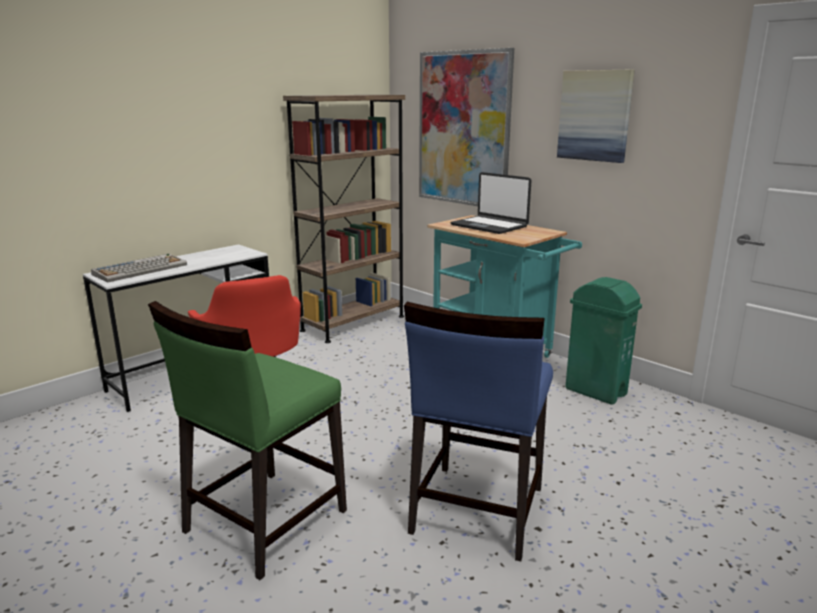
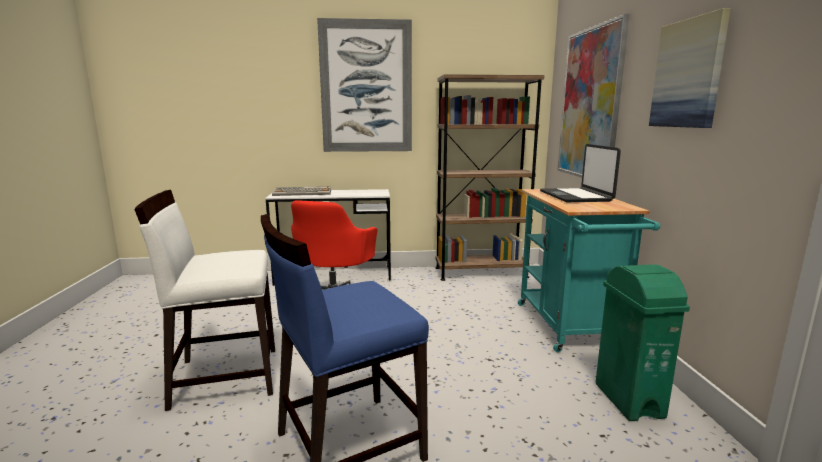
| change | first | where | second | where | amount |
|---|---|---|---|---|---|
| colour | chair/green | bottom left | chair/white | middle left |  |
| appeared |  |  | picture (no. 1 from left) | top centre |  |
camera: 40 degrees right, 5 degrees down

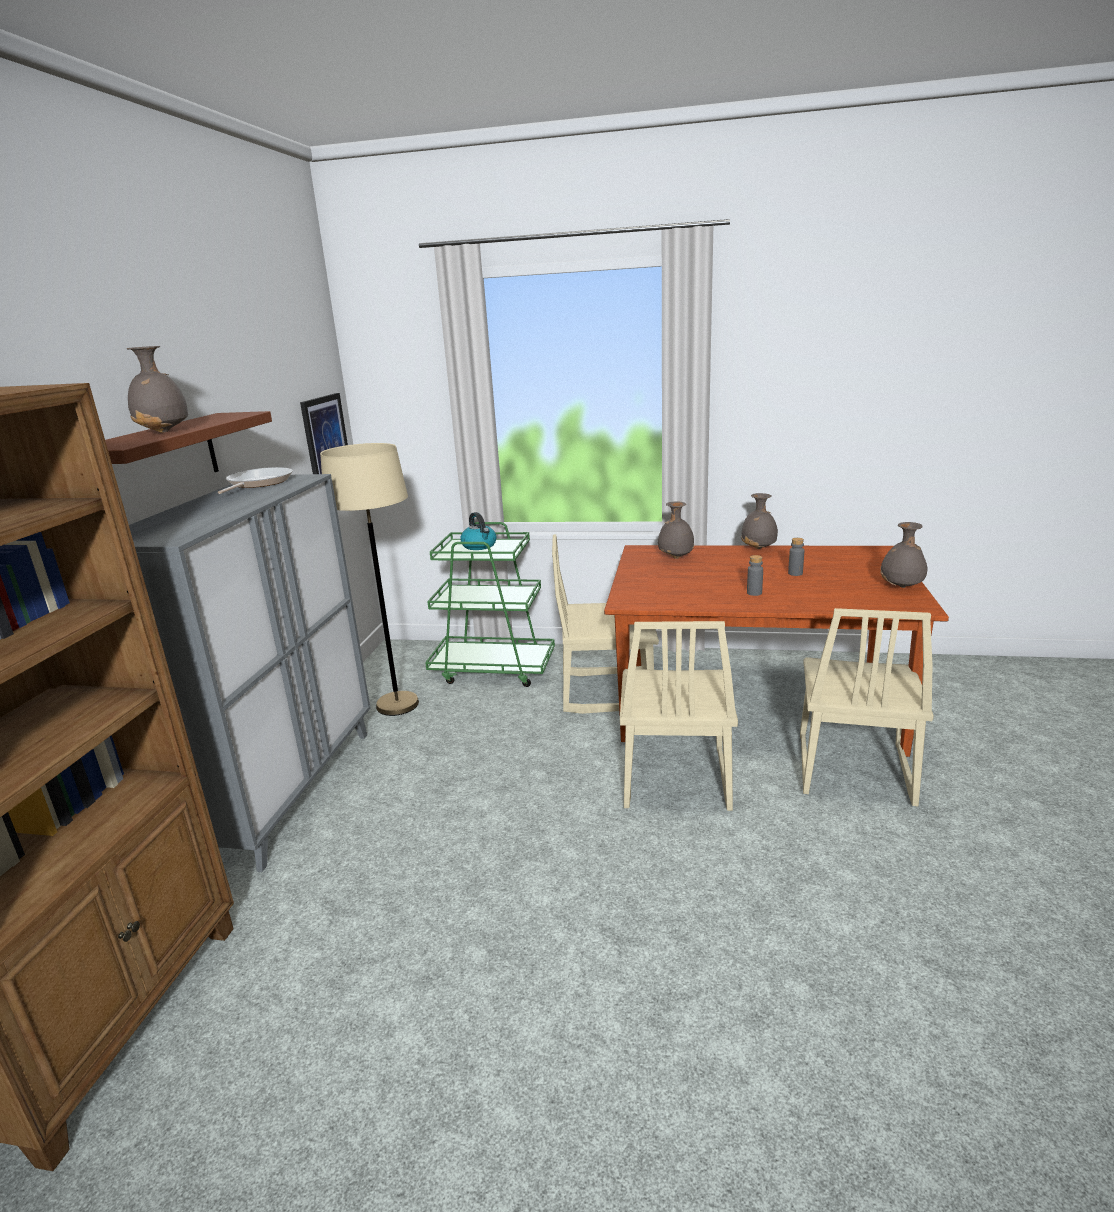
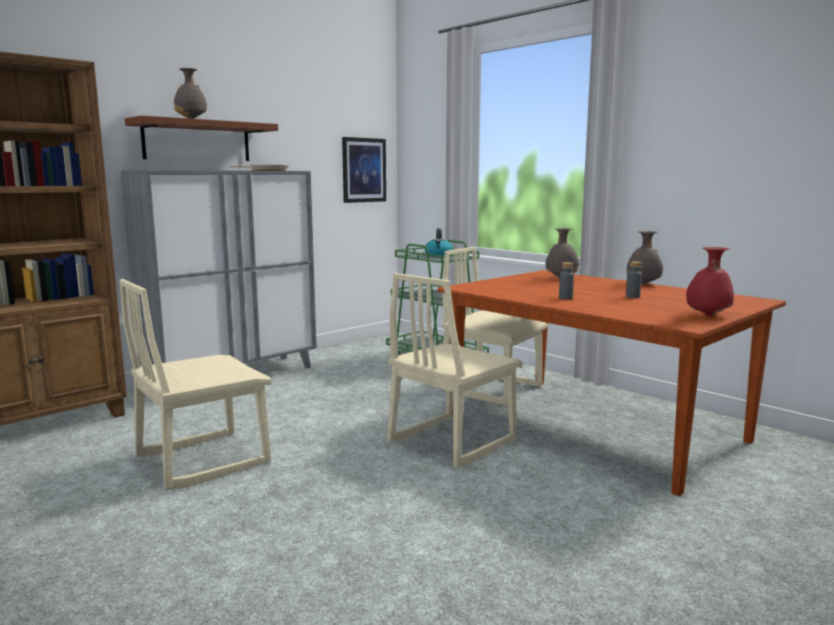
| change | first | where | second | where | amount |
|---|---|---|---|---|---|
| relocated | chair/beige (no. 3 from left in the first image) | middle right | chair/beige (no. 1 from left) | middle left |  |
| colour | vase/grey (no. 4 from left) | middle right | vase/red | middle right |  |
| missing | floor lamp/beige | middle left |  |  |  |
camera: 35 degrees right, 10 degrees down

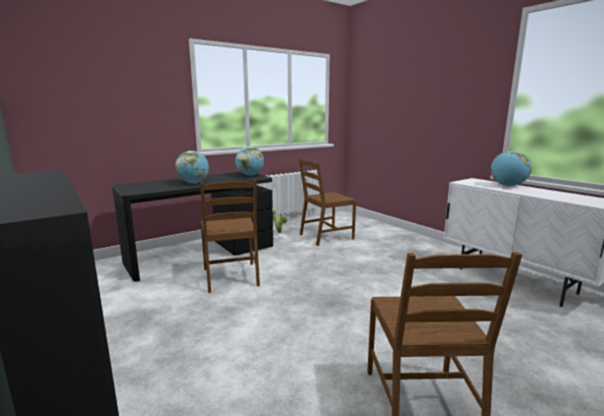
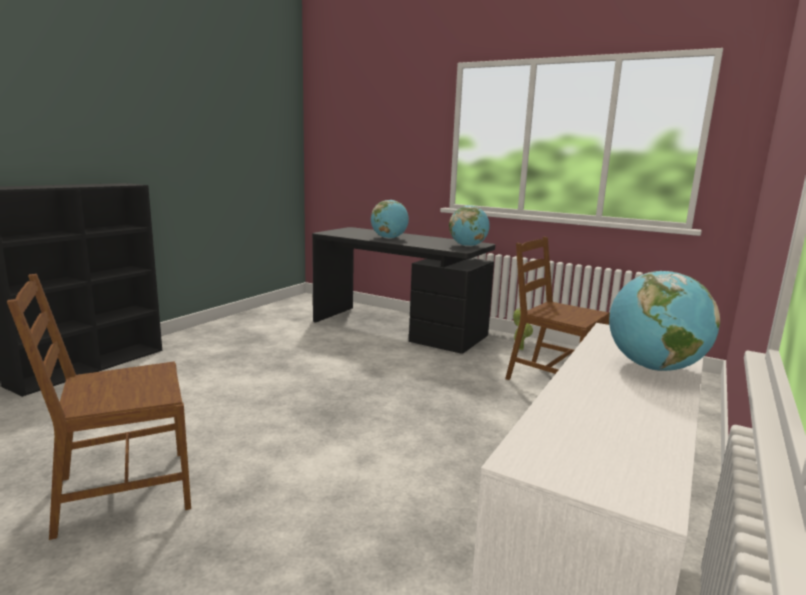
| change | first | where | second | where | amount |
|---|---|---|---|---|---|
| missing | chair/brown (no. 1 from left) | centre |  |  |  |
camera: 65 degrees right, 0 degrees up

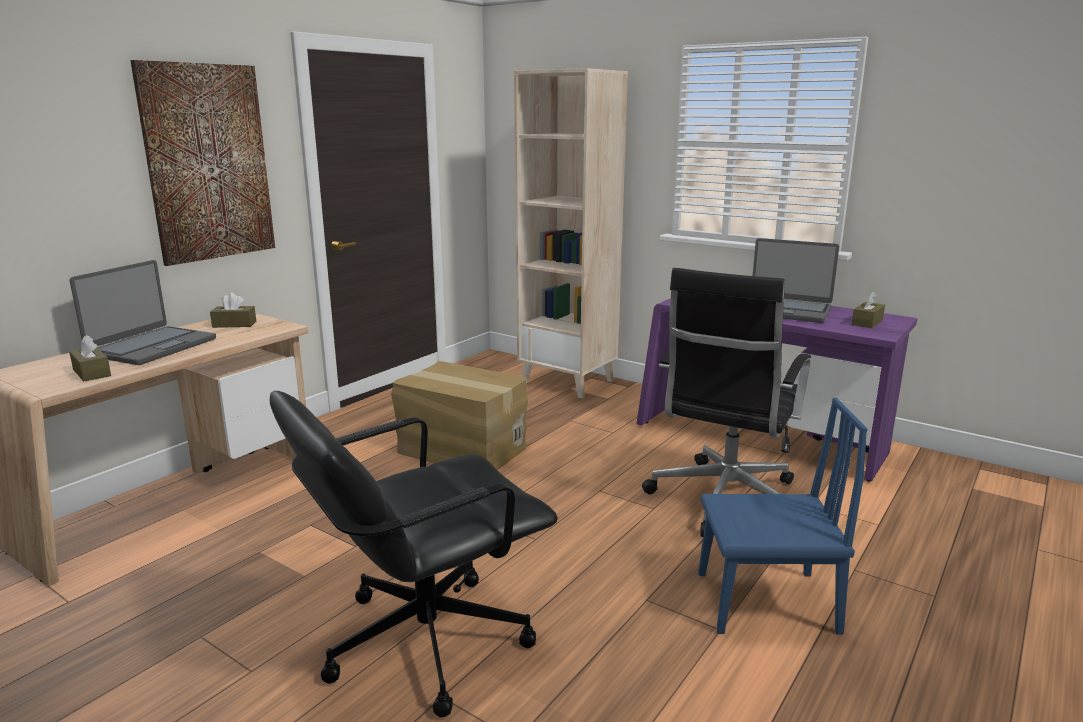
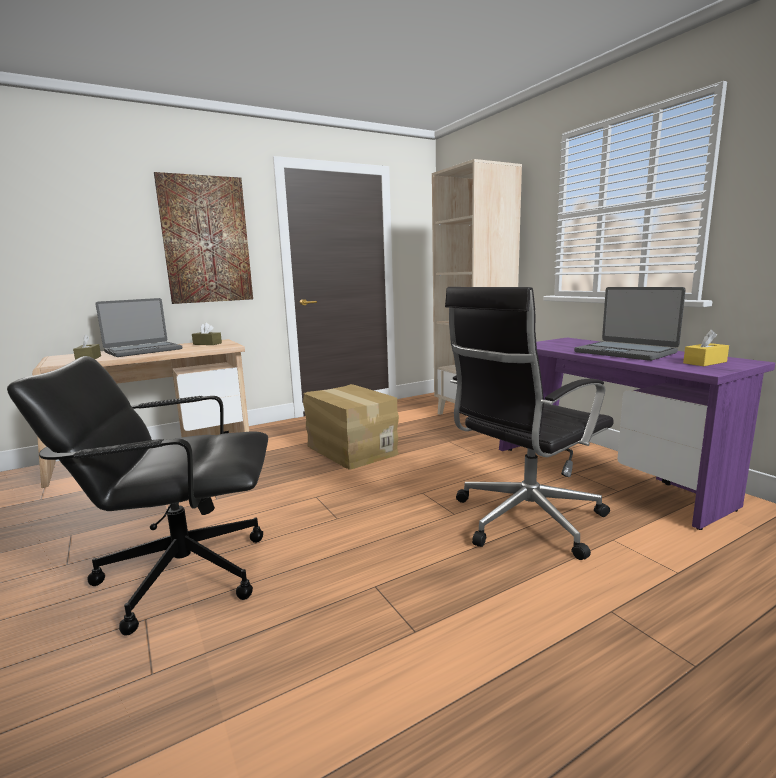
| change | first | where | second | where | amount |
|---|---|---|---|---|---|
| colour | tissue box/brown (no. 3 from left) | middle right | tissue box/yellow | middle right |  |
| missing | chair/blue | bottom right |  |  |  |
camera: 25 degrees right, 5 degrees down

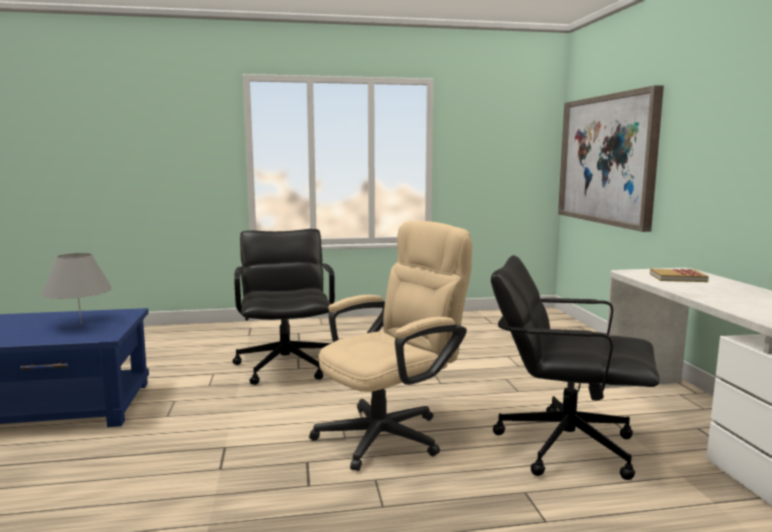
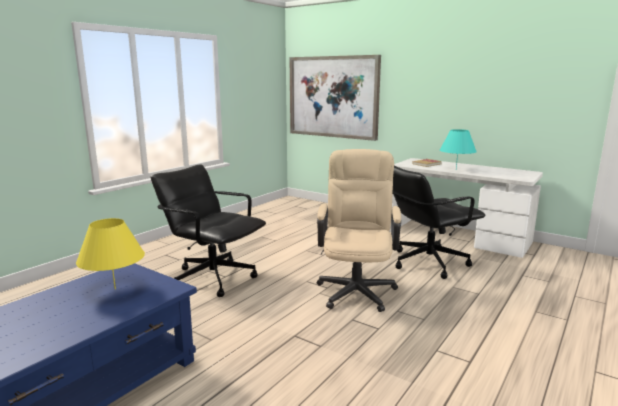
| change | first | where | second | where | amount |
|---|---|---|---|---|---|
| colour | table lamp/grey | middle left | table lamp/yellow | middle left |  |
| appeared |  |  | table lamp/turquoise | middle right |  |
camera: 45 degrees left, 5 degrees up

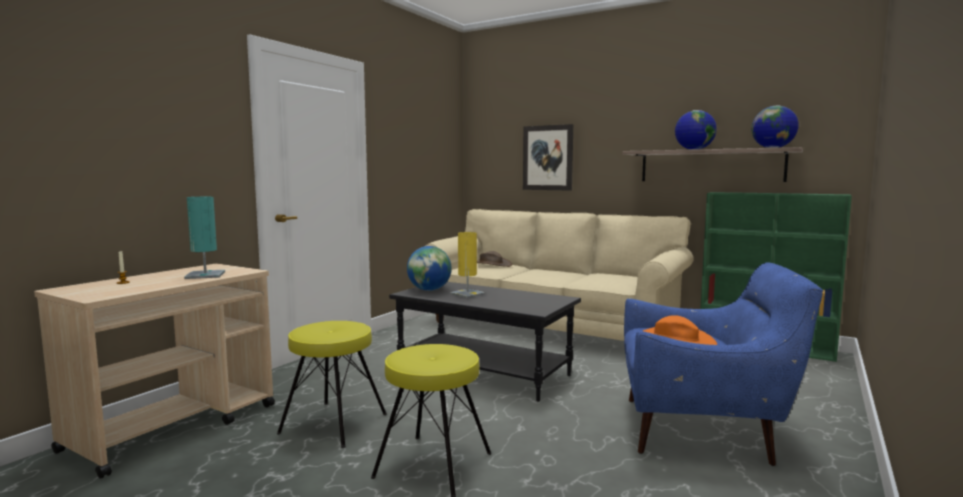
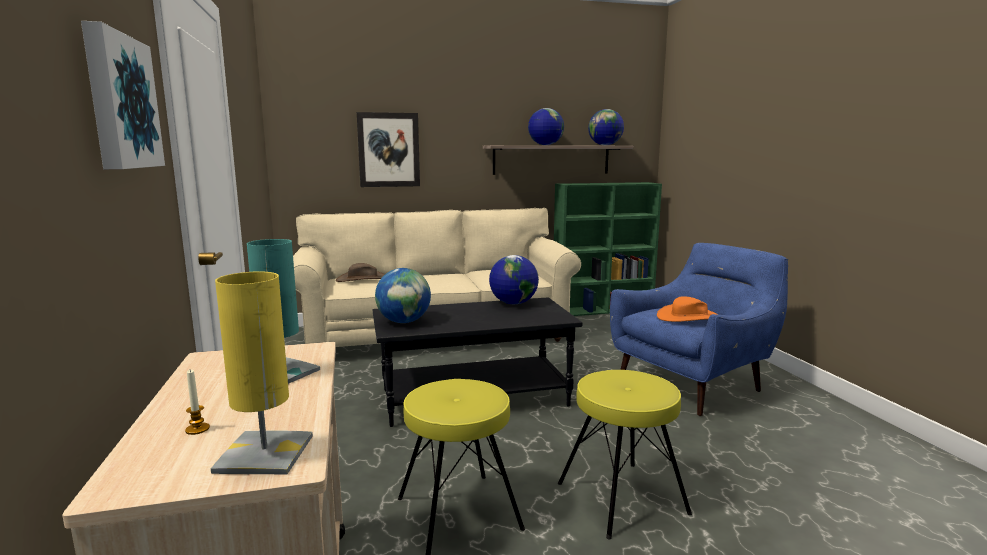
| change | first | where | second | where | amount |
|---|---|---|---|---|---|
| appeared |  |  | picture (no. 1 from left) | top left |  |
| relocated | table lamp/yellow | centre |  | bottom left |  |
| appeared |  |  | globe (no. 2 from left) | centre |  |
camera: 45 degrees left, 5 degrees up

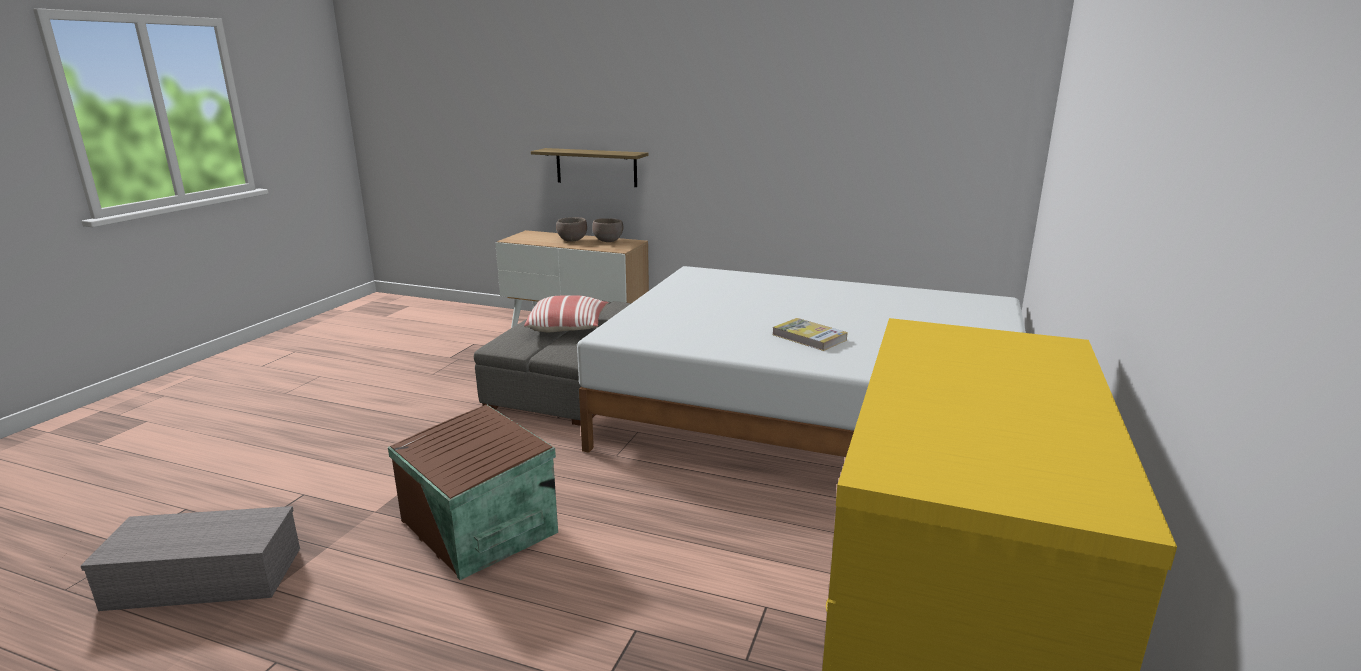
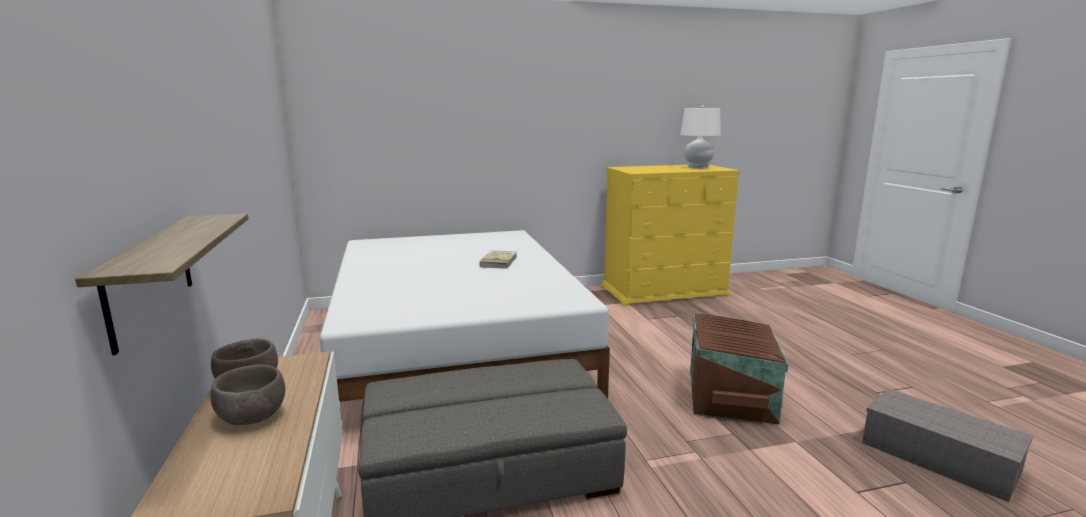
| change | first | where | second | where | amount |
|---|---|---|---|---|---|
| appeared |  |  | table lamp/white | top centre |  |
| missing | pillow | centre |  |  |  |
camera: 125 degrees left, 5 degrees down

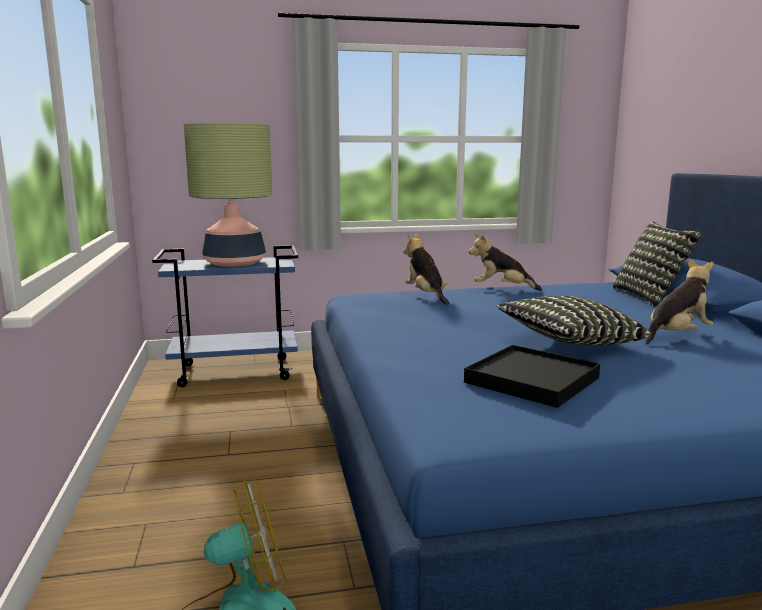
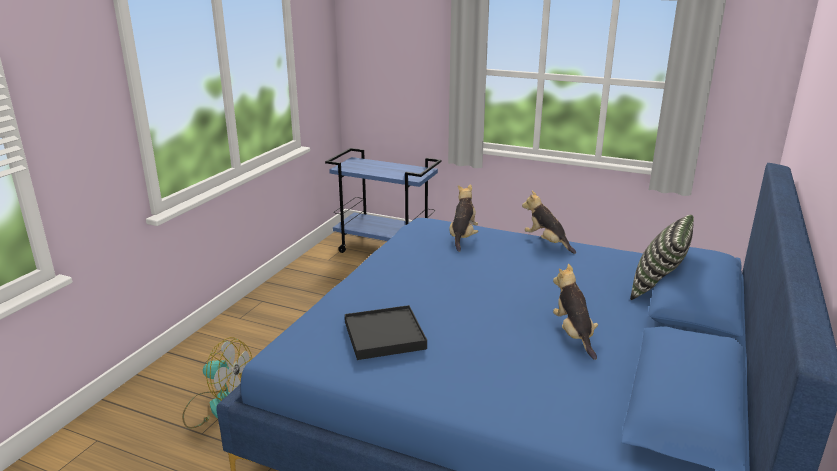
| change | first | where | second | where | amount |
|---|---|---|---|---|---|
| spun | plush toy (no. 3 from left) | middle right |  | middle right | 105 degrees counterclockwise |
| missing | table lamp | top left |  |  |  |
| missing | pillow (no. 1 from left) | middle right |  |  |  |
camera: 35 degrees right, 10 degrees up

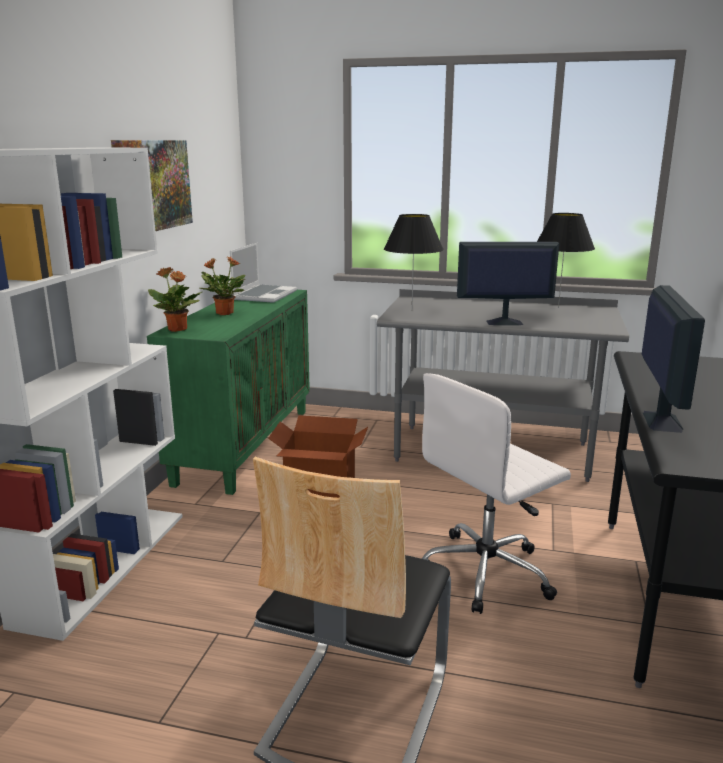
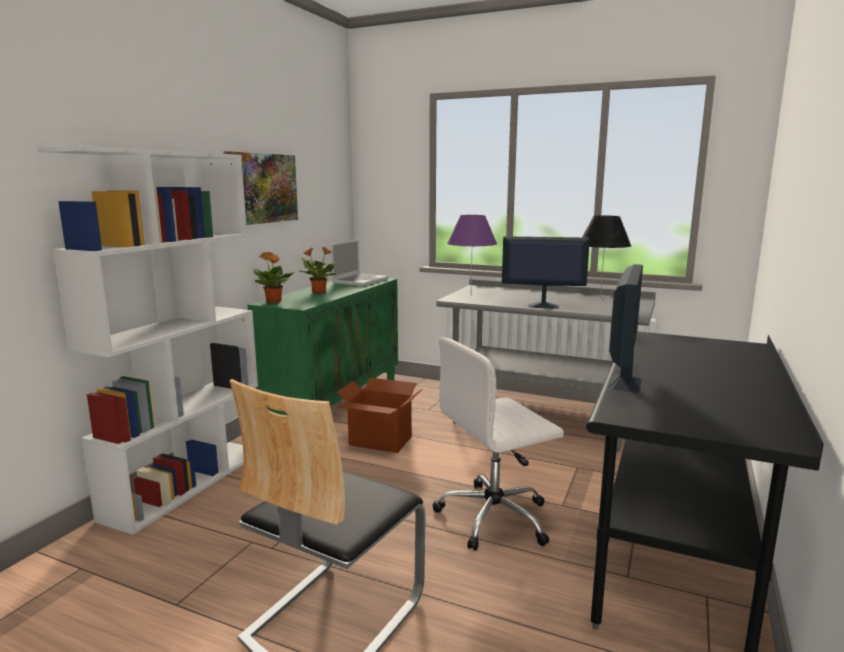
| change | first | where | second | where | amount |
|---|---|---|---|---|---|
| colour | table lamp/black (no. 1 from left) | centre | table lamp/purple | centre |  |
camera: 10 degrees right, 5 degrees down

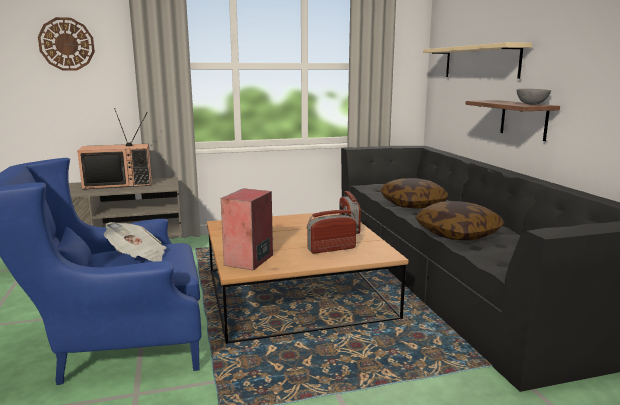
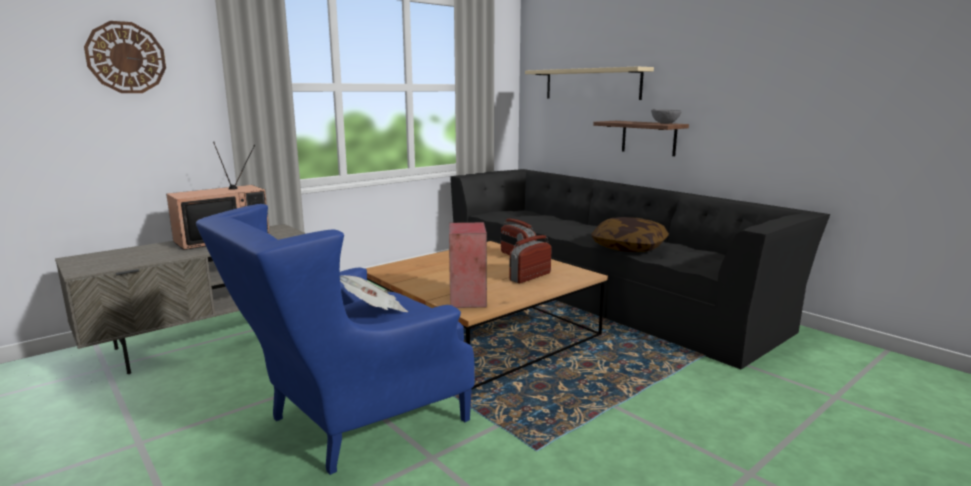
| change | first | where | second | where | amount |
|---|---|---|---|---|---|
| missing | pillow (no. 1 from left) | middle right |  |  |  |
camera: 25 degrees left, 0 degrees up

